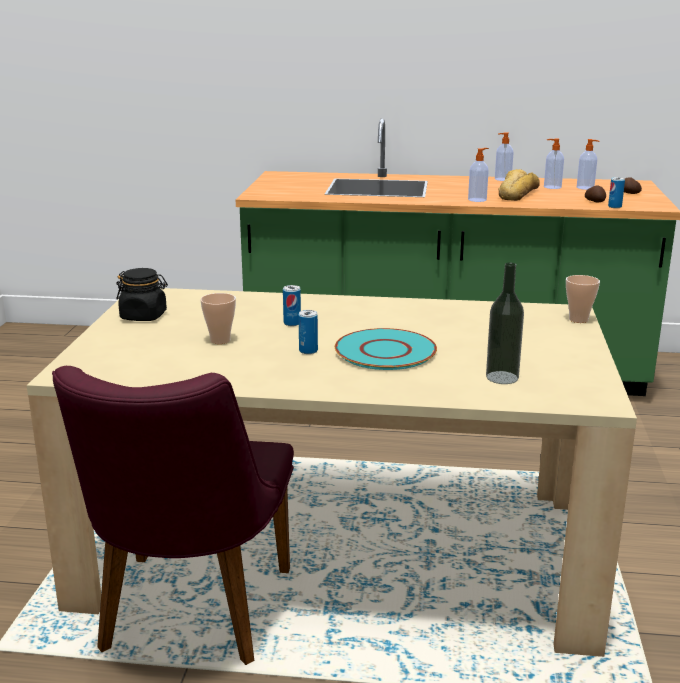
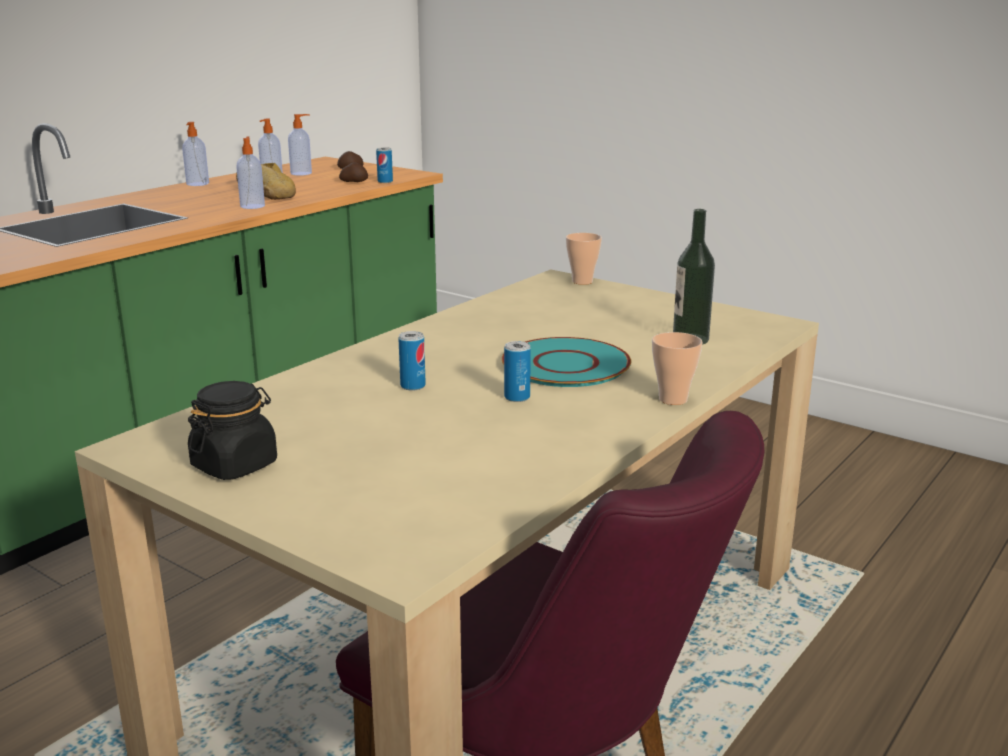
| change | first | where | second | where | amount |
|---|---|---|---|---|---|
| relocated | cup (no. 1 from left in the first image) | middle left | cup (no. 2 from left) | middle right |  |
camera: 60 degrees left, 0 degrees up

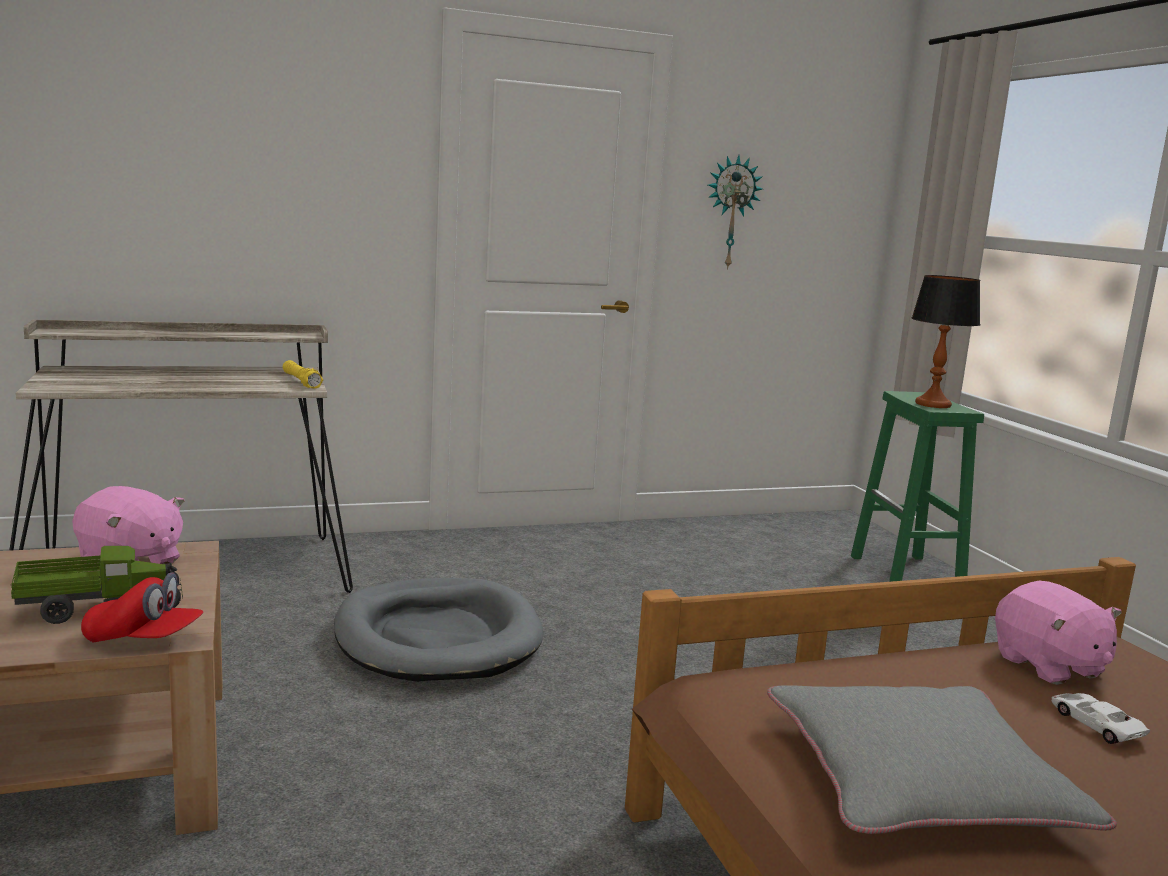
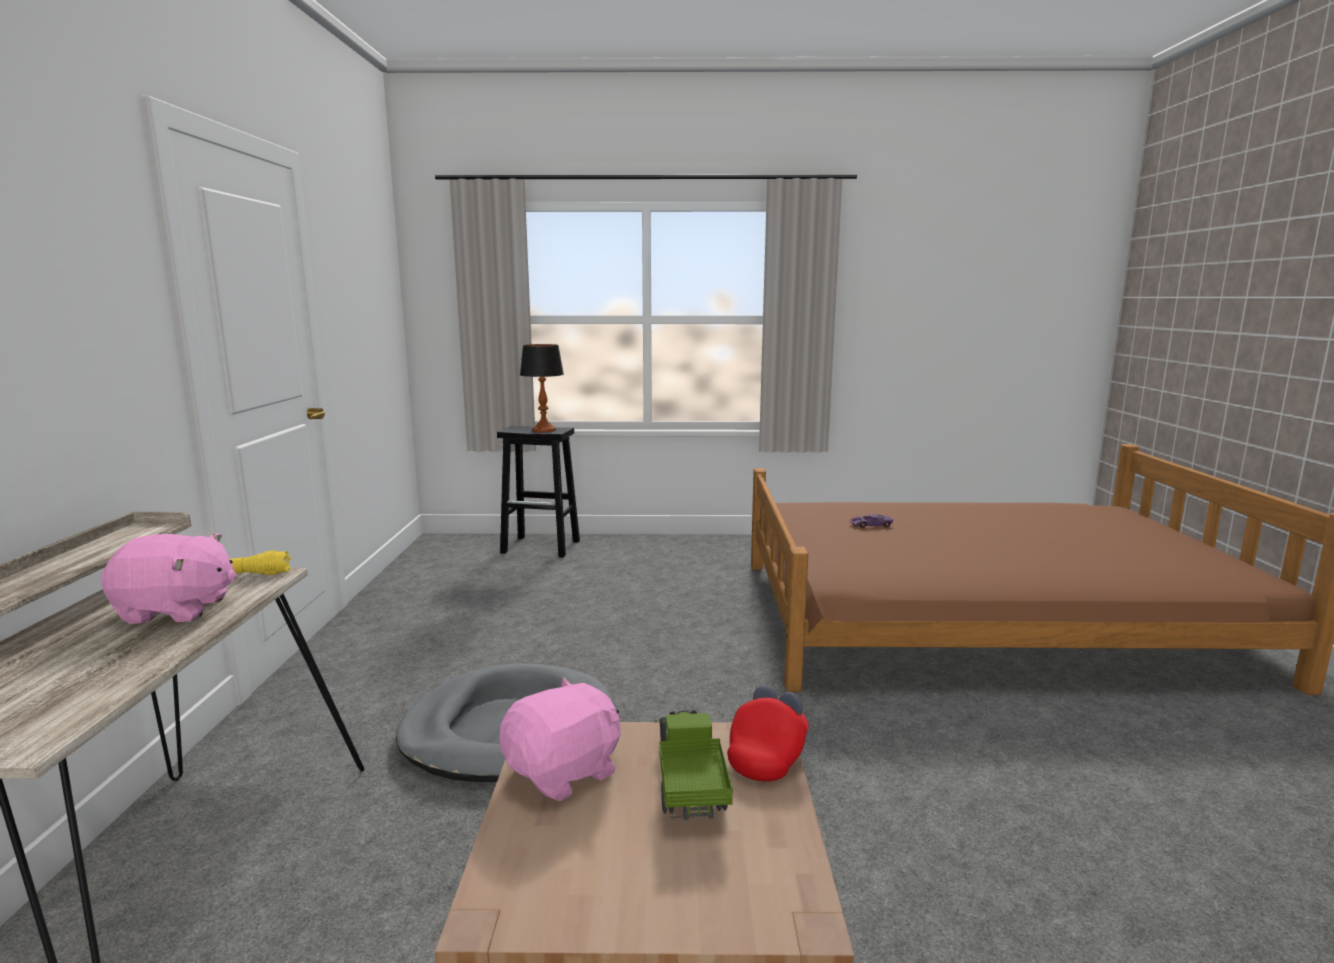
| change | first | where | second | where | amount |
|---|---|---|---|---|---|
| relocated | plush toy/pink (no. 2 from left in the first image) | bottom right | plush toy/pink (no. 1 from left) | middle left |  |
| colour | stool/green | middle right | stool/black | centre |  |
| colour | toy car/white | bottom right | toy car/purple | centre |  |
| missing | wall clock | top centre |  |  |  |
| missing | pillow/grey | bottom right |  |  |  |
camera: 70 degrees left, 0 degrees up

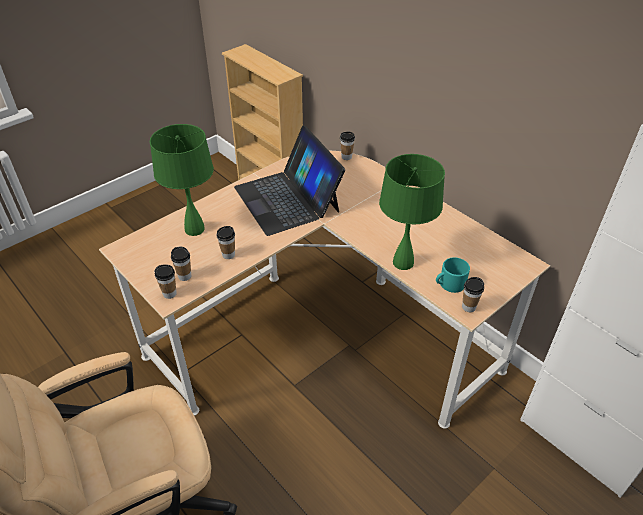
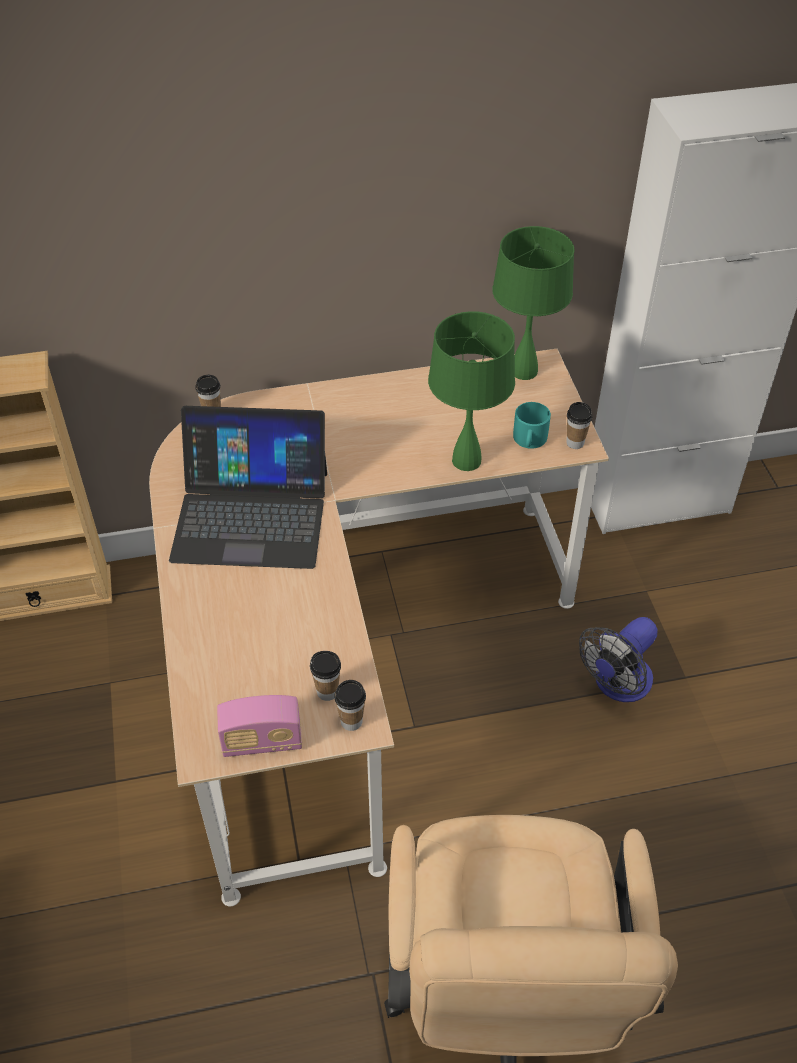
| change | first | where | second | where | amount |
|---|---|---|---|---|---|
| appeared |  |  | radio | bottom left |  |
| relocated | table lamp/green (no. 1 from left in the first image) | middle left | table lamp/green (no. 2 from left) | top right |  |
| appeared |  |  | fan | middle right |  |
| missing | cup (no. 3 from left) | centre |  |  |  |
camera: 60 degrees left, 5 degrees up

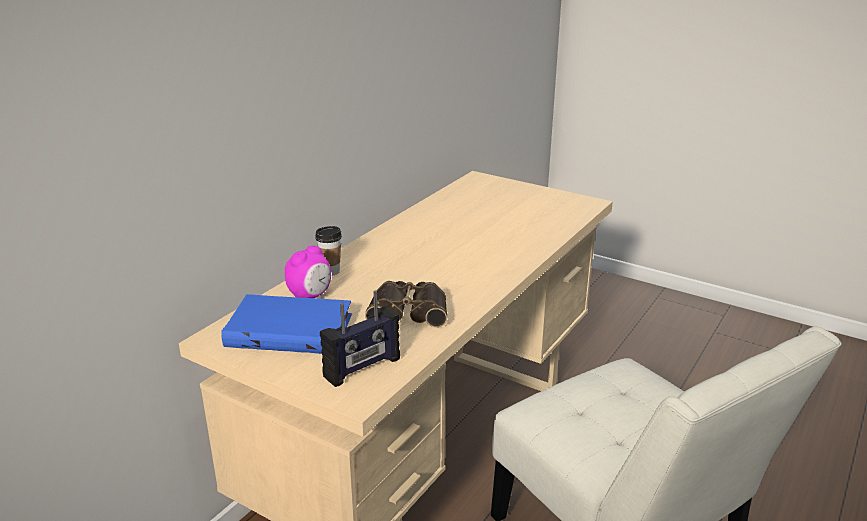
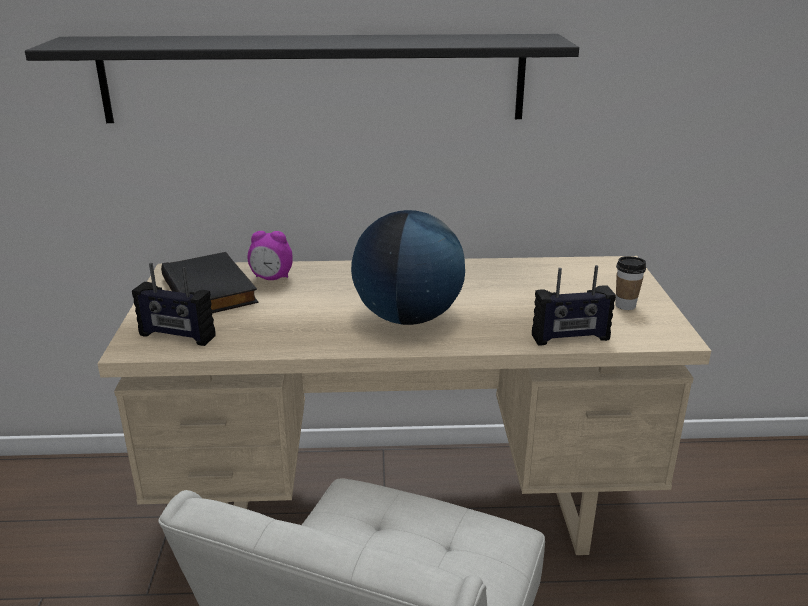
| change | first | where | second | where | amount |
|---|---|---|---|---|---|
| appeared |  |  | shelf/black | top centre |  |
| colour | book/blue | middle left | book/black | middle left |  |
| appeared |  |  | globe | centre |  |
| appeared |  |  | radio (no. 2 from left) | middle right |  |
| relocated | cup | centre |  | middle right |  |
| missing | binoculars | centre |  |  |  |
camera: 55 degrees right, 0 degrees up

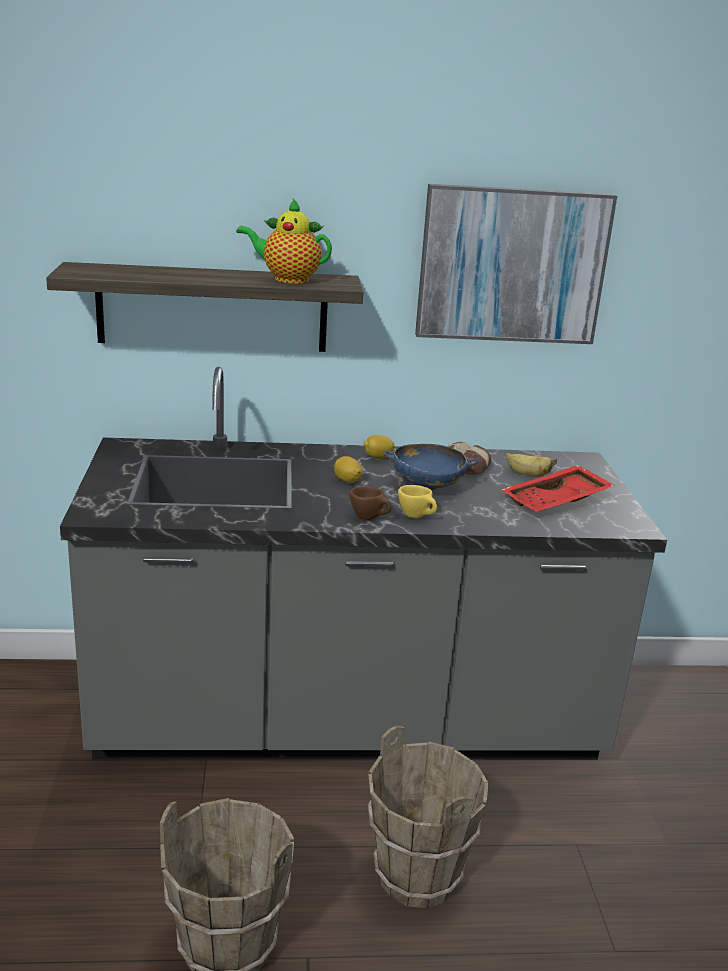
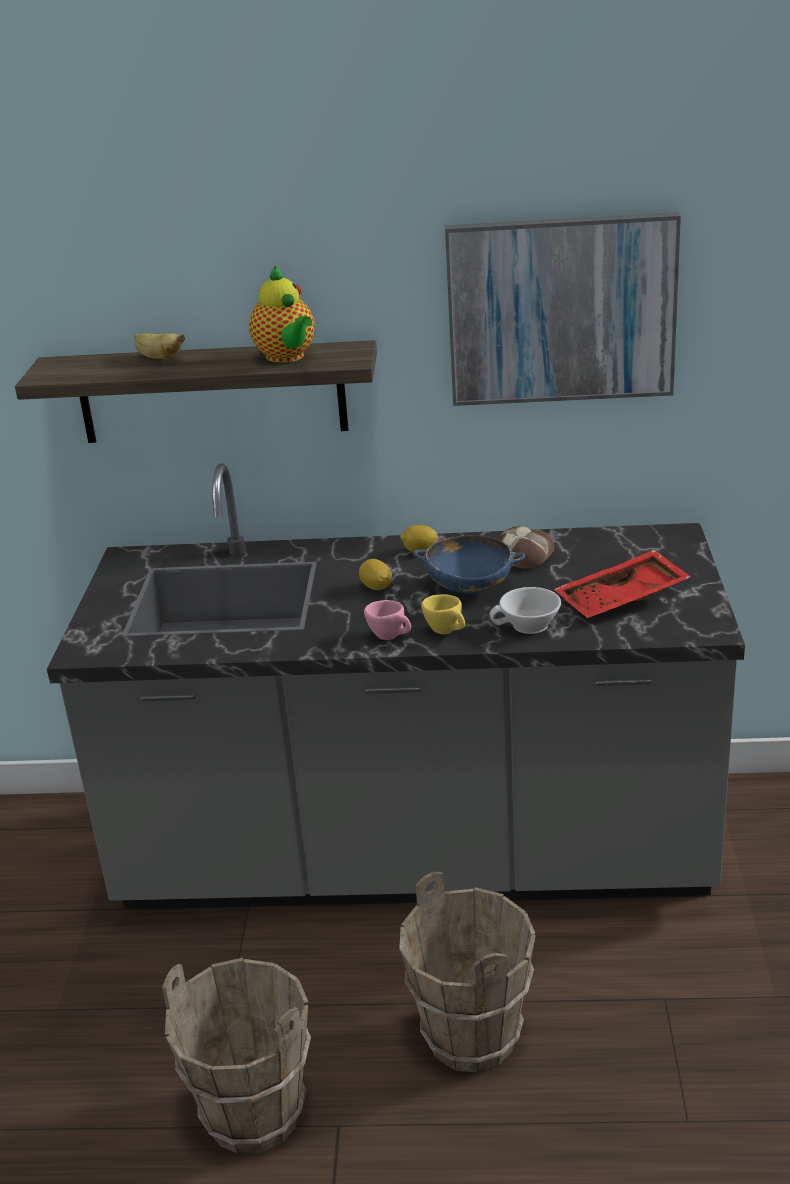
| change | first | where | second | where | amount |
|---|---|---|---|---|---|
| relocated | banana | middle right |  | top left |  |
| spun | teapot | top centre |  | top centre | 135 degrees counterclockwise |
| colour | cup/brown | centre | cup/pink | centre |  |
| appeared |  |  | cup/white | centre |  |
camera: 10 degrees right, 5 degrees up

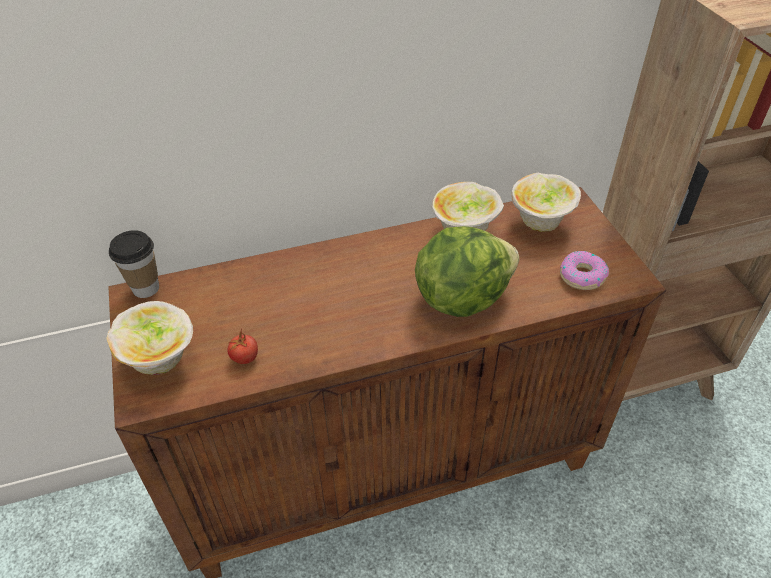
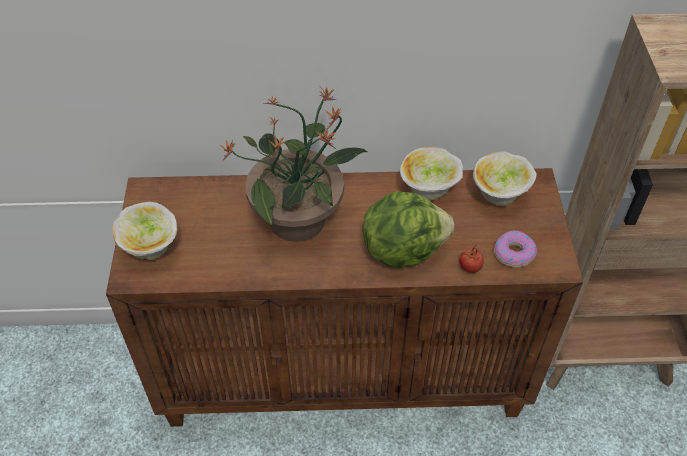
| change | first | where | second | where | amount |
|---|---|---|---|---|---|
| appeared |  |  | potted plant | centre |  |
| relocated | tomato | middle left |  | middle right |  |
| missing | cup | middle left |  |  |  |
camera: 15 degrees right, 5 degrees up

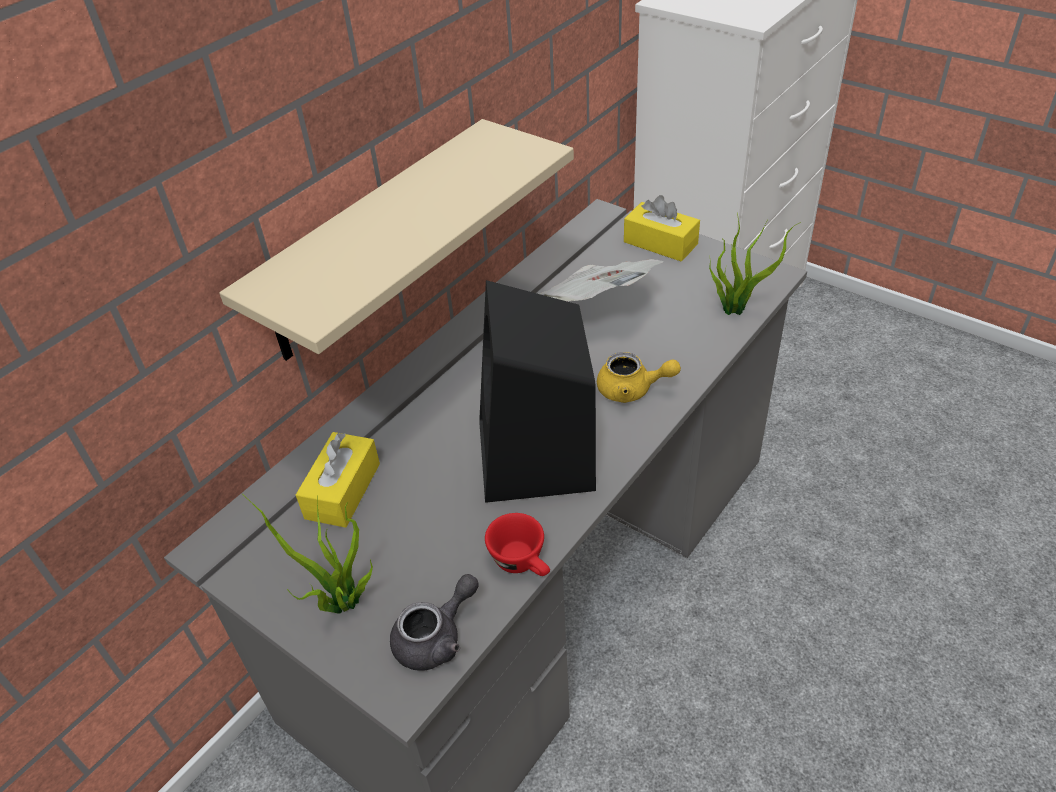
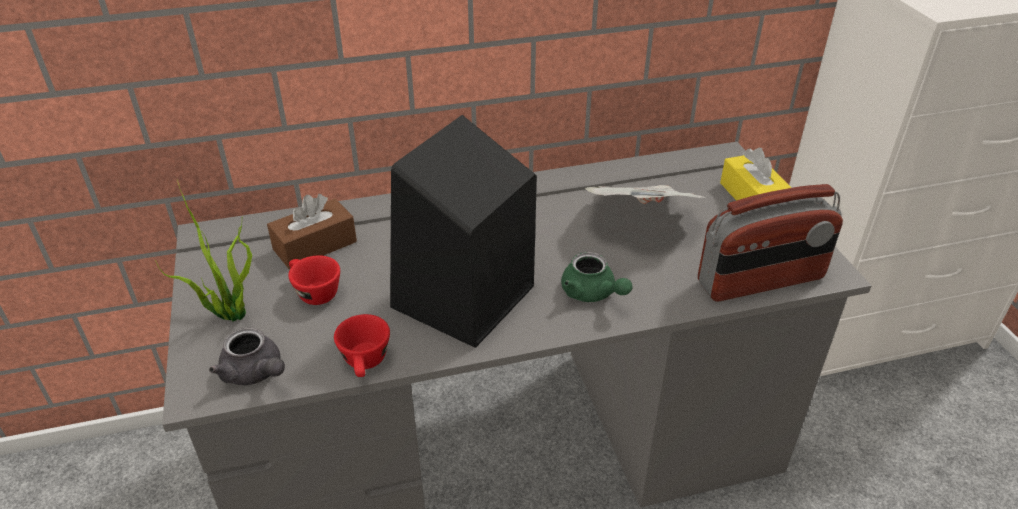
| change | first | where | second | where | amount |
|---|---|---|---|---|---|
| spun | teapot/grey | bottom centre |  | bottom left | 45 degrees clockwise |
| colour | tissue box/yellow (no. 1 from left) | middle left | tissue box/brown | middle left |  |
| appeared |  |  | cup/red (no. 1 from left) | middle left |  |
| colour | teapot/yellow | centre | teapot/green | centre |  |
| exchanged | potted plant (no. 2 from left) | middle right | radio | middle right |  |
| missing | shelf/beige | top centre |  |  |  |
camera: 35 degrees right, 5 degrees down

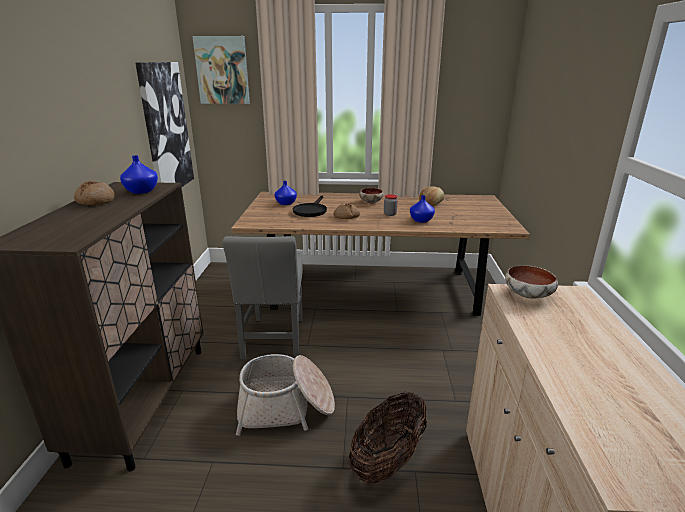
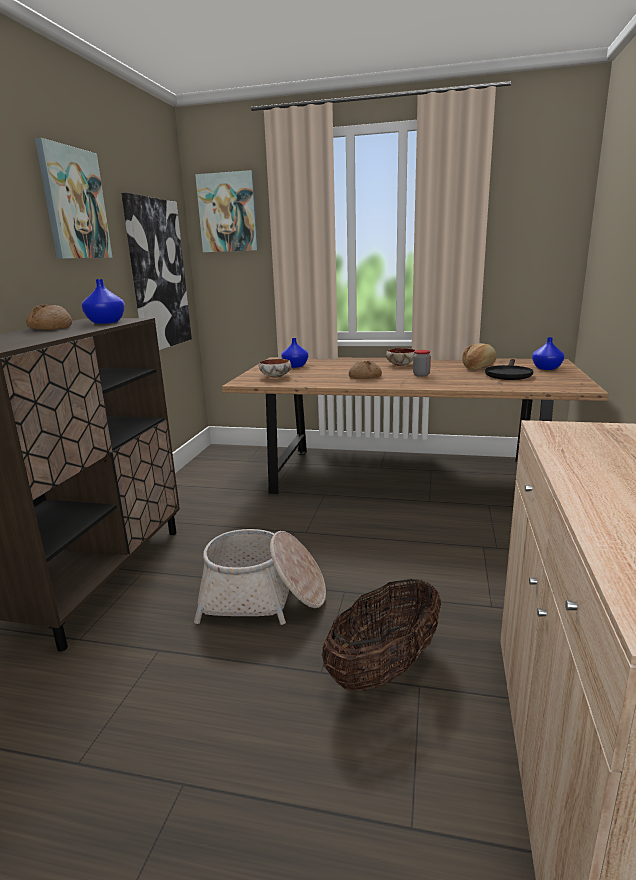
| change | first | where | second | where | amount |
|---|---|---|---|---|---|
| appeared |  |  | picture (no. 1 from left) | top left |  |
| relocated | bowl (no. 2 from left in the first image) | middle right | bowl (no. 1 from left) | centre |  |
| relocated | frying pan/black | centre |  | middle right |  |
| relocated | vase/blue (no. 3 from left) | centre |  | middle right |  |
| missing | chair/grey | centre |  |  |  |
camera: 10 degrees right, 5 degrees down

